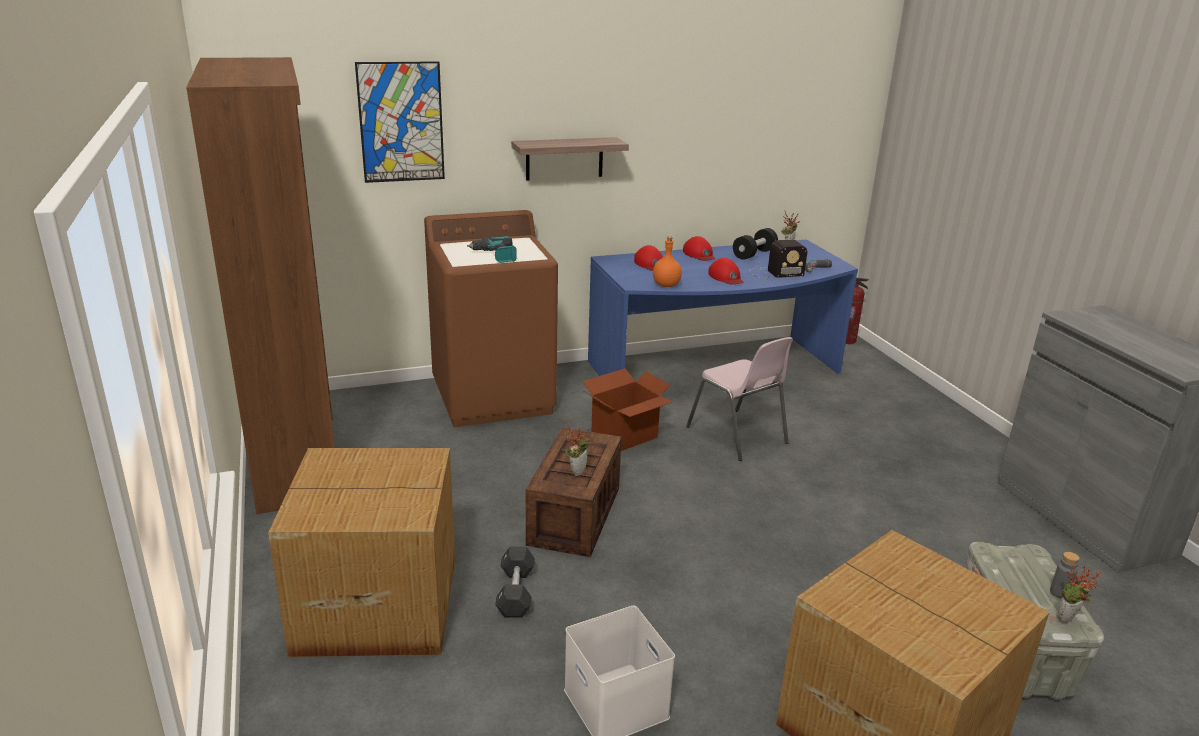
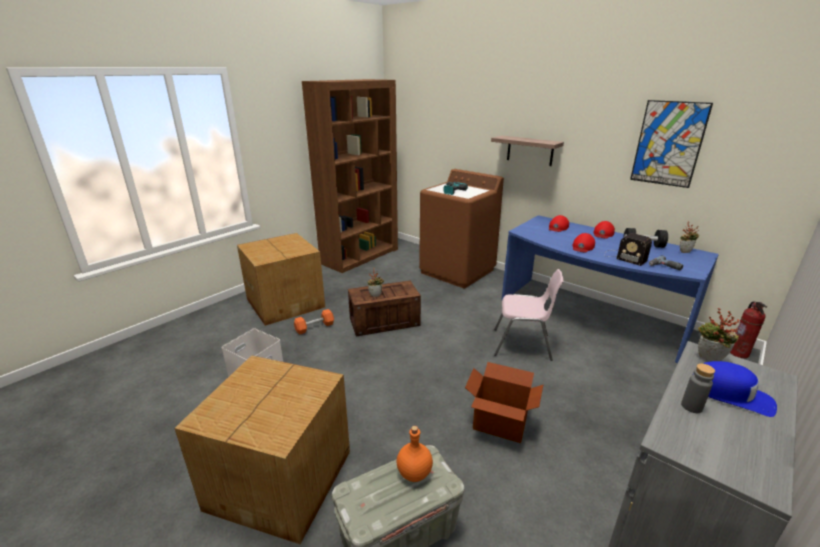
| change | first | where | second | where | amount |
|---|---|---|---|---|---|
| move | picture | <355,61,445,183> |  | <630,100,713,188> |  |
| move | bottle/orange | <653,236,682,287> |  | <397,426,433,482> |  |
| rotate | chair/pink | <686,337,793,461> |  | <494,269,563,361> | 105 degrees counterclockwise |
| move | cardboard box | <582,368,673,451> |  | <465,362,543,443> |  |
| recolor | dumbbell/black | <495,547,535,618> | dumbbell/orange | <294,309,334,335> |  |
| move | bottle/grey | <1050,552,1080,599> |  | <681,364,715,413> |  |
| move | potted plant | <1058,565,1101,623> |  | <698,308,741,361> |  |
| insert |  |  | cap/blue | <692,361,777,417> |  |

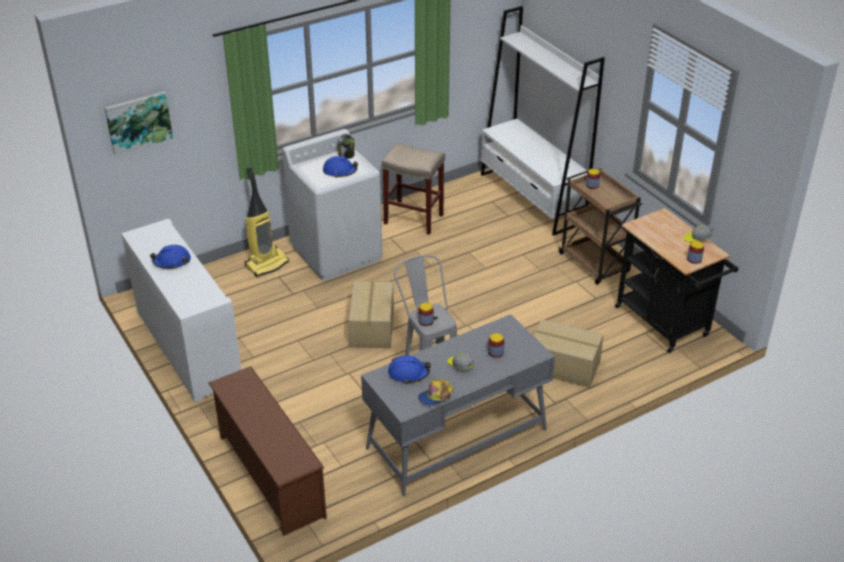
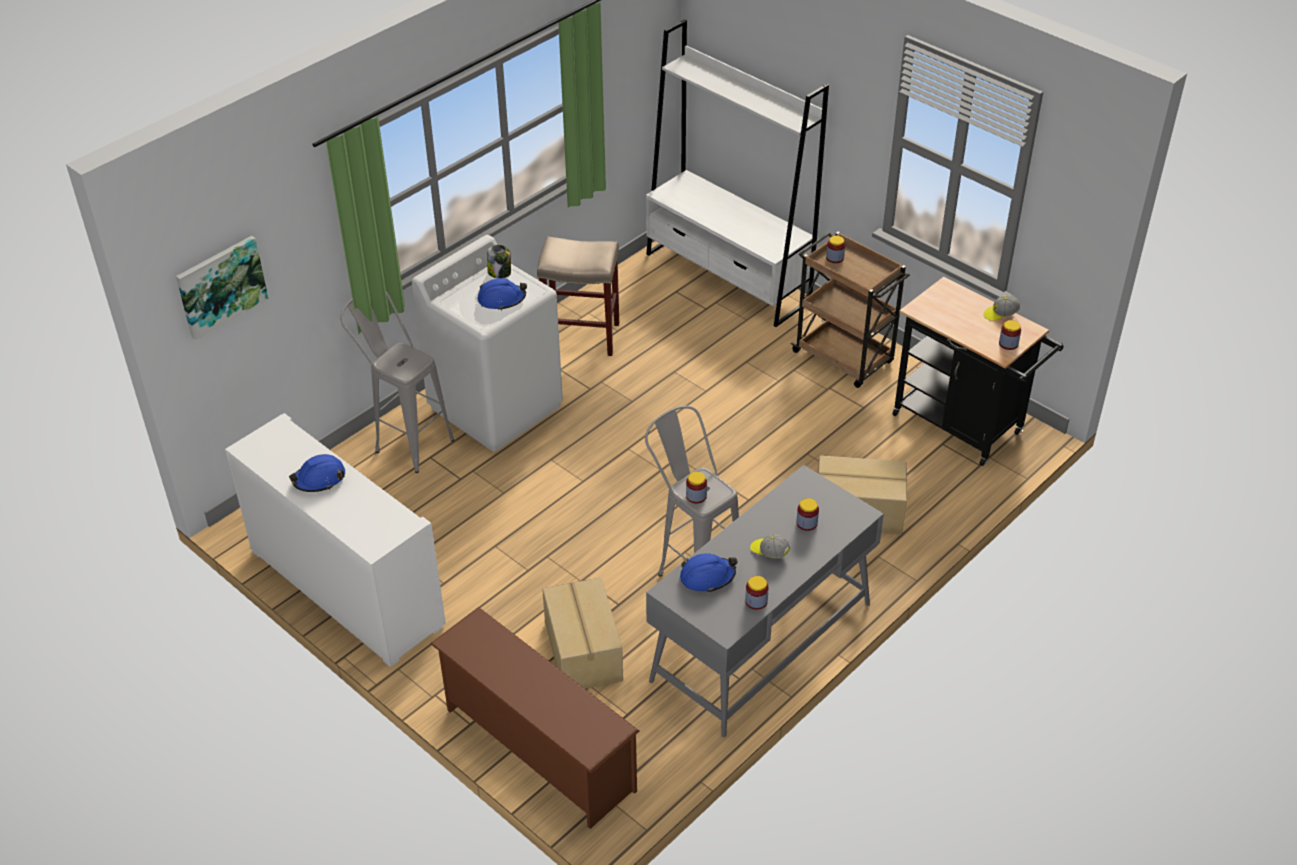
| change | first | where | second | where | amount |
|---|---|---|---|---|---|
| replace | vacuum cleaner | <245,167,289,277> | stool/grey | <340,292,454,473> |  |
| move | cardboard box | <349,281,394,348> |  | <542,577,623,689> |  |
| replace | cap | <418,379,454,406> | jar | <745,576,769,610> |  |

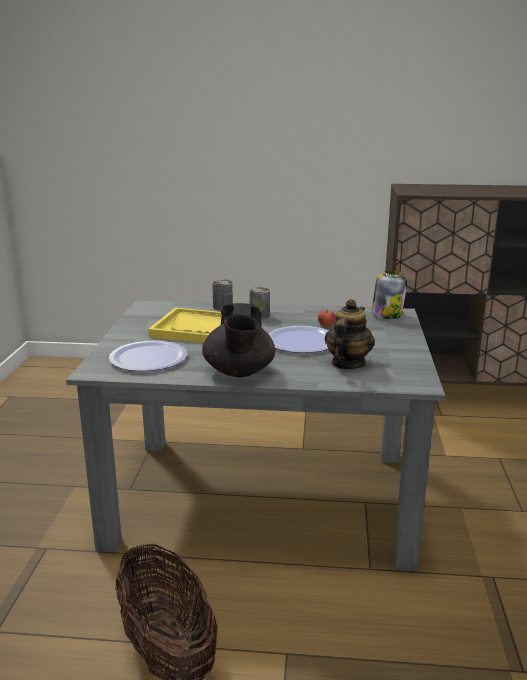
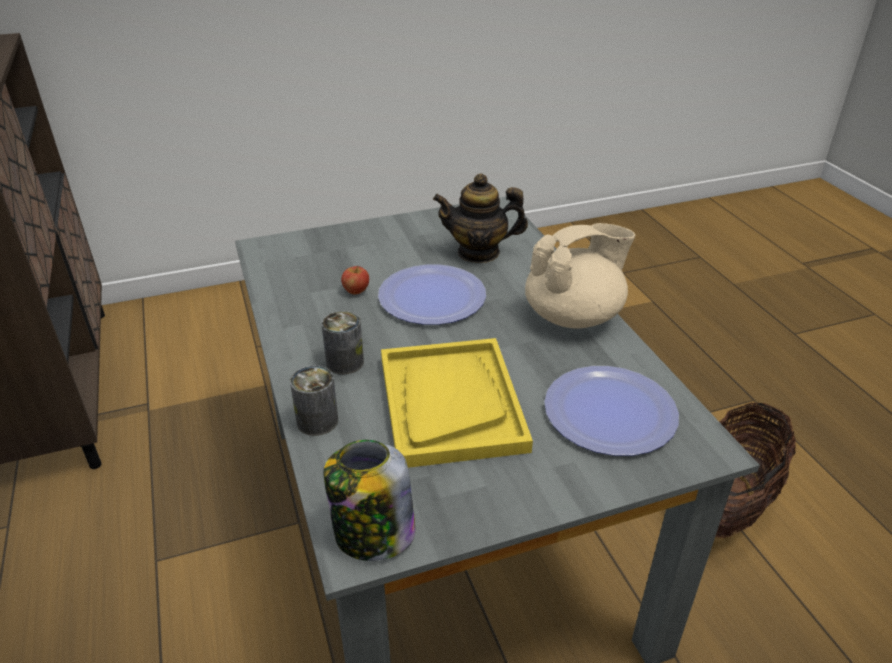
| change | first | where | second | where | amount |
|---|---|---|---|---|---|
| move | jar | <372,270,407,319> |  | <324,440,415,561> |  |
| recolor | teapot/black | <202,303,275,377> | teapot/beige | <525,223,635,328> |  |

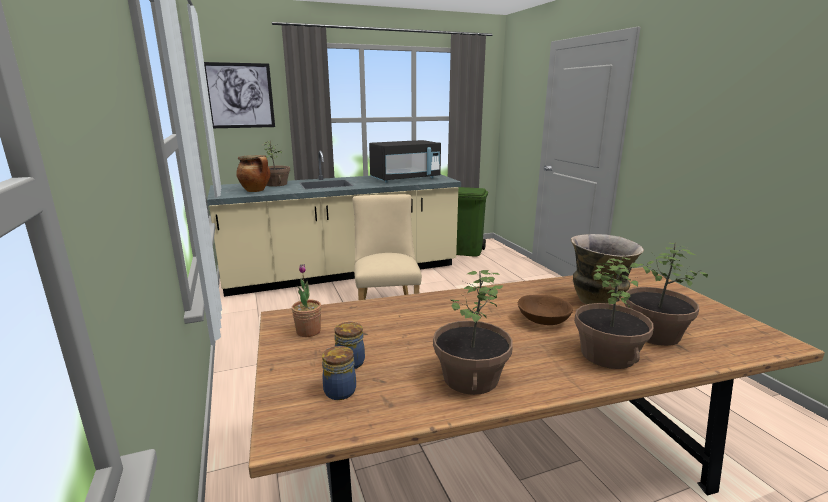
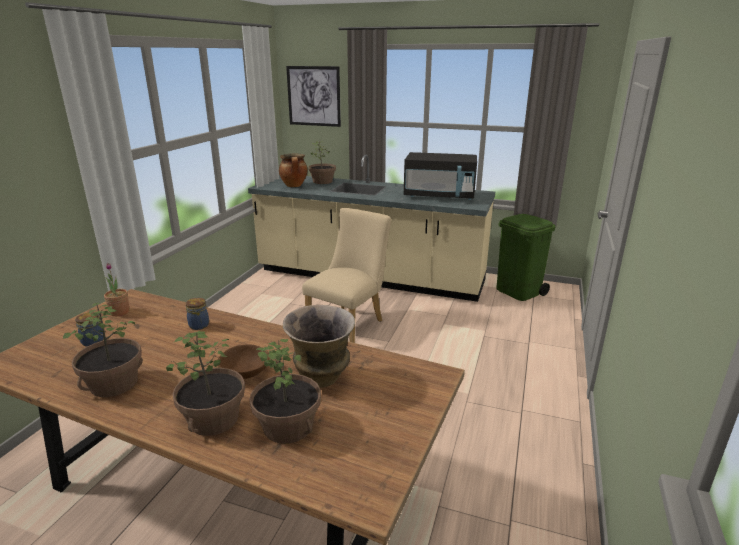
| change | first | where | second | where | amount |
|---|---|---|---|---|---|
| move | jar | <322,346,356,400> |  | <185,298,209,330> |  |

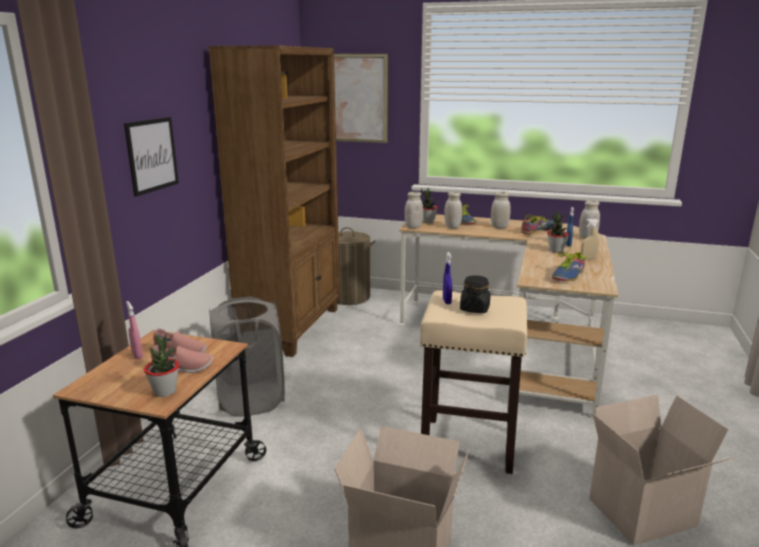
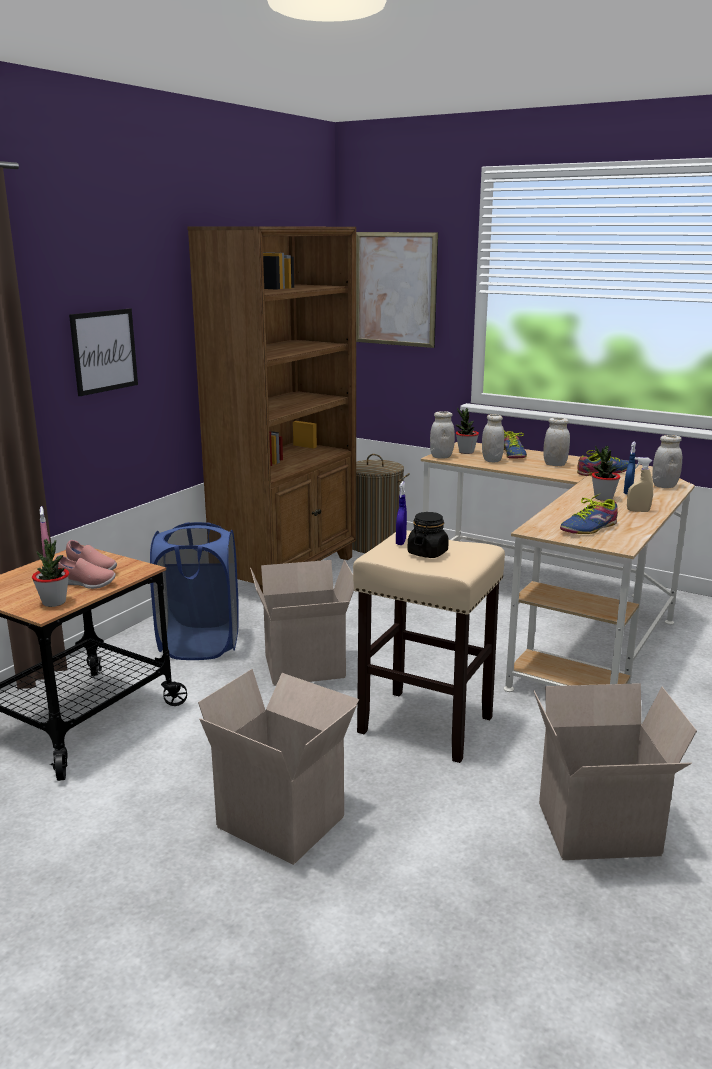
| change | first | where | second | where | amount |
|---|---|---|---|---|---|
| recolor | laundry basket/grey | <209,297,285,417> | laundry basket/blue | <150,522,239,660> |  |
| insert |  |  | cardboard box | <250,560,354,686> |  |

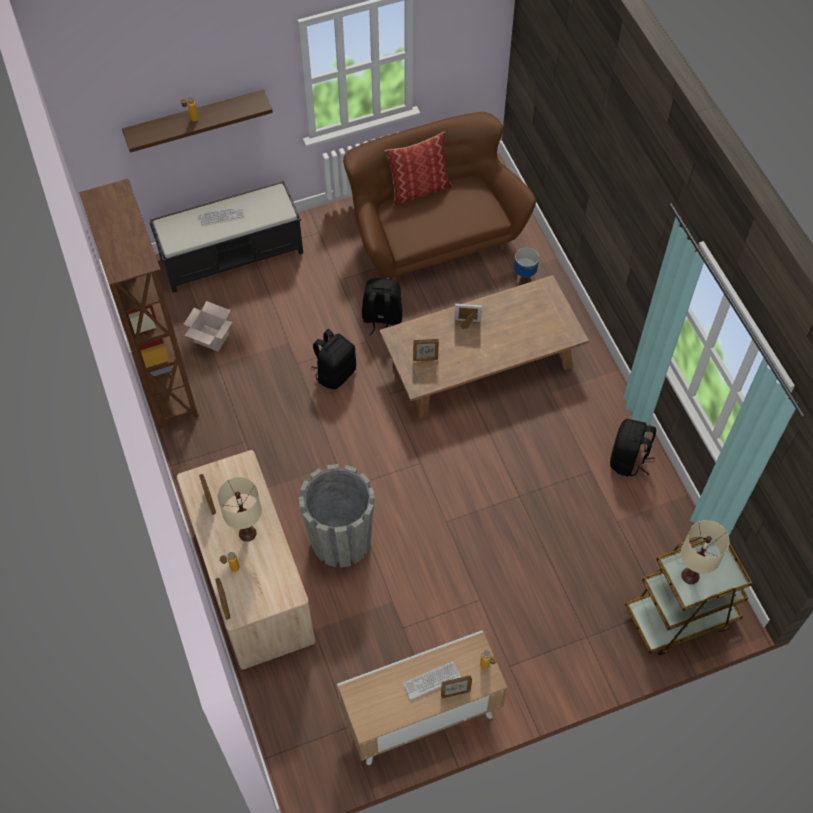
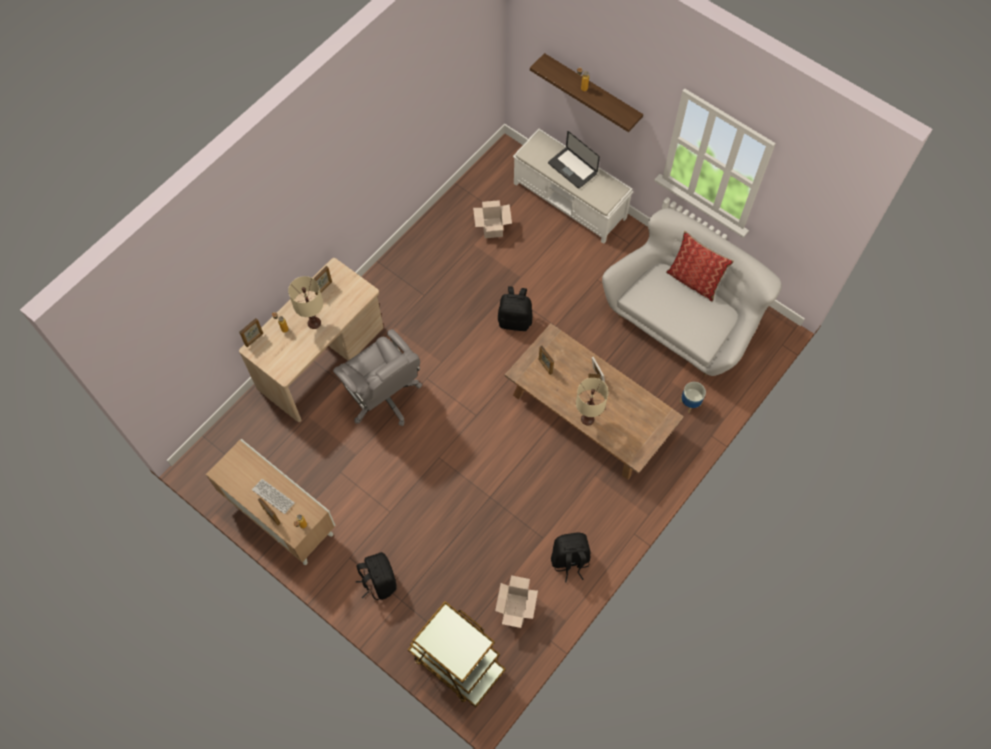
| change | first | where | second | where | amount |
|---|---|---|---|---|---|
| recolor | sofa/brown | <343,112,536,281> | sofa/white | <602,208,782,376> |  |
| delete | bookcase/brown | <79,179,198,429> |  |  |  |
| recolor | bench/black | <150,181,303,293> | bench/white | <513,129,633,244> |  |
| replace | keyboard | <199,205,245,226> | laptop | <548,131,600,189> |  |
| move | backpack/black | <362,278,403,336> |  | <356,552,397,600> |  |
| replace | planter/grey | <299,464,375,568> | office chair/grey | <333,329,422,426> |  |
| move | table lamp/beige | <681,520,730,584> |  | <576,378,608,426> |  |
| insert |  |  | cardboard box | <495,575,538,628> |  |

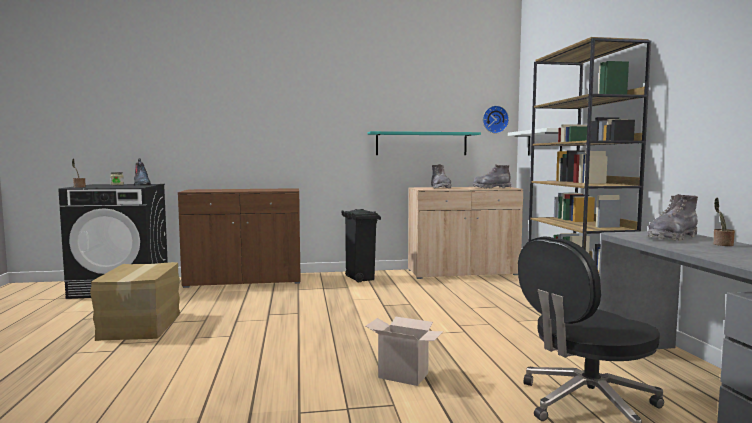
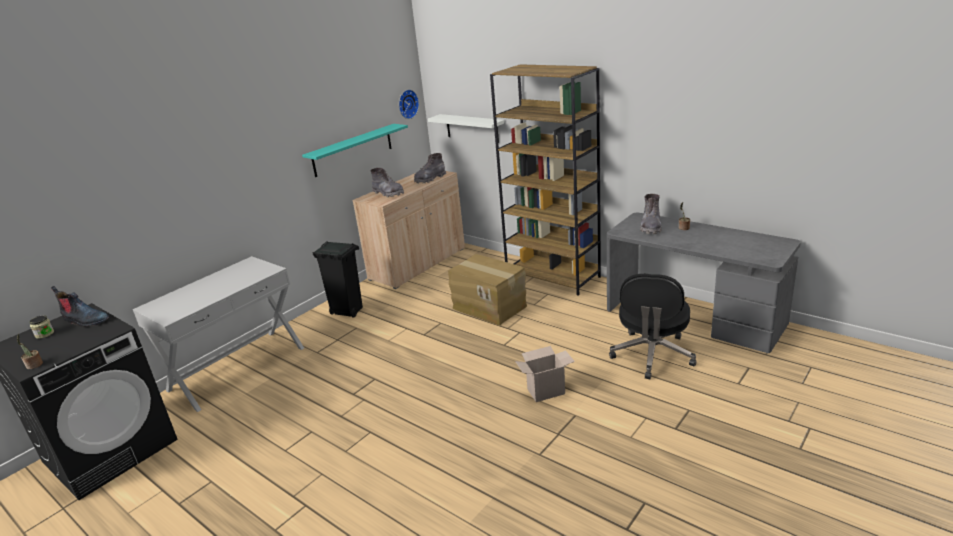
| change | first | where | second | where | amount |
|---|---|---|---|---|---|
| replace | cabinet/brown | <178,188,301,288> | console table/white | <133,256,304,412> |  |
| move | cardboard box | <90,262,180,341> |  | <448,254,527,326> |  |

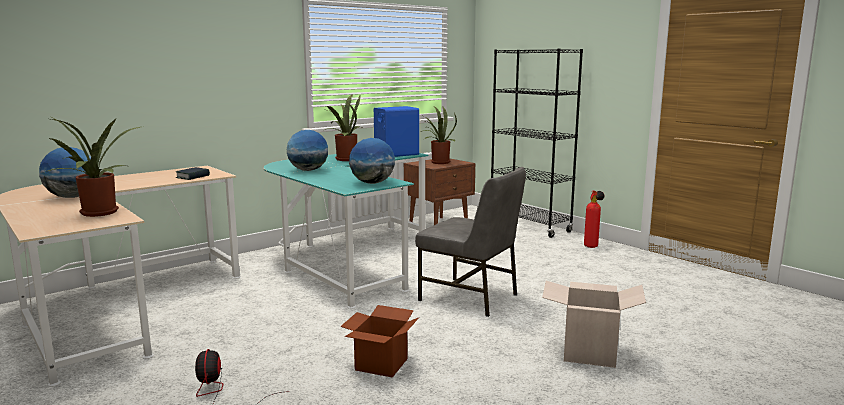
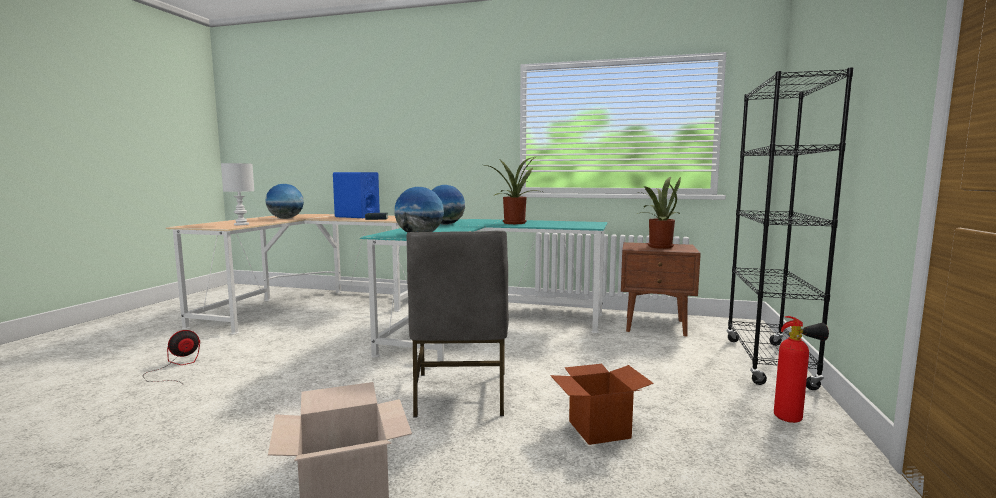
| change | first | where | second | where | amount |
|---|---|---|---|---|---|
| move | speaker/blue | <374,106,419,157> |  | <333,172,380,218> |  |
| replace | potted plant | <46,118,140,217> | table lamp/white | <221,163,254,225> |  |
| move | cardboard box | <340,305,419,378> |  | <550,364,654,445> |  |

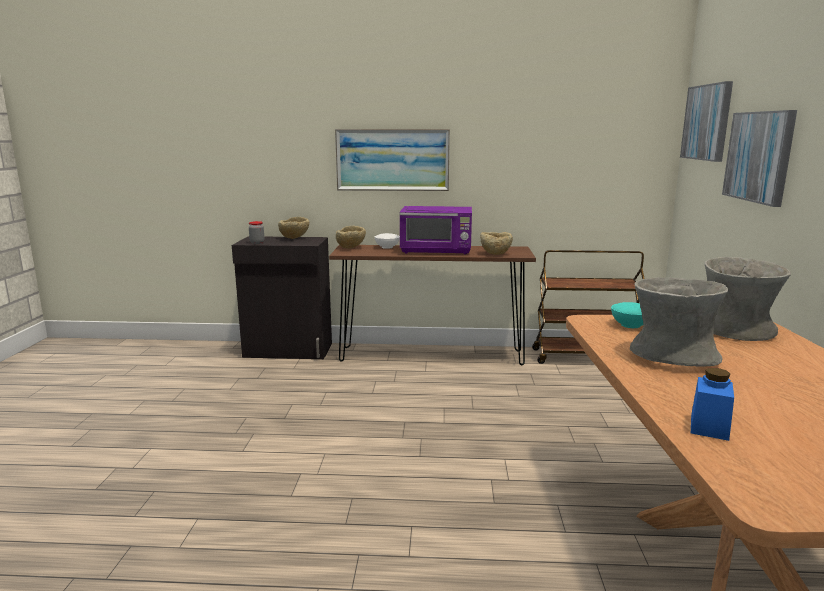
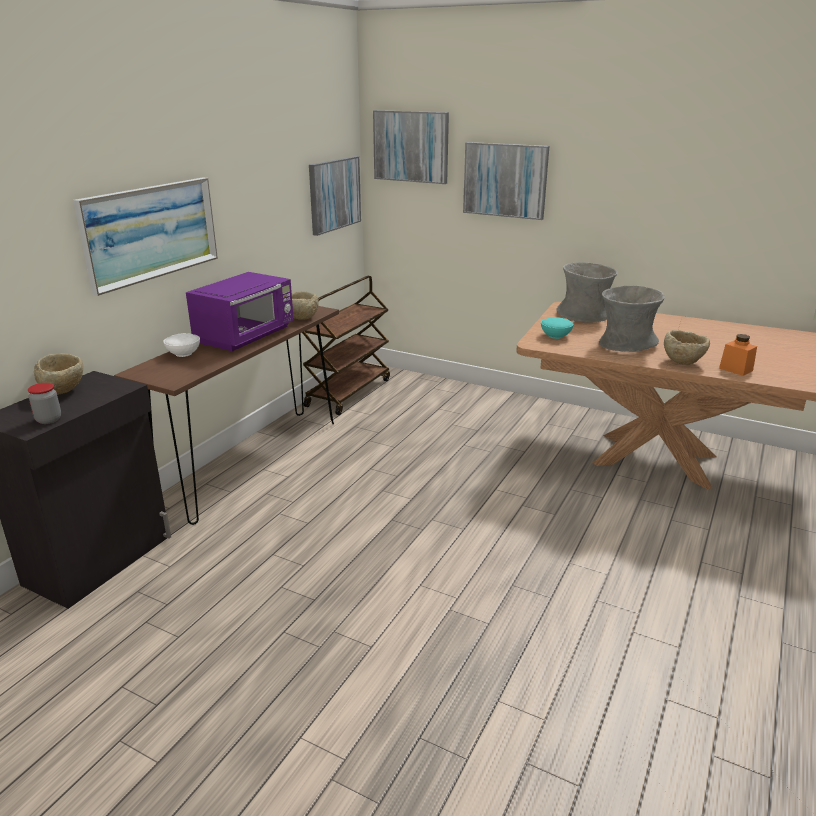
| change | first | where | second | where | amount |
|---|---|---|---|---|---|
| move | bowl/beige | <336,226,366,249> |  | <664,330,710,365> |  |
| recolor | jar/blue | <691,368,734,441> | jar/orange | <719,334,757,376> |  |
| insert |  |  | picture | <309,156,361,236> |  |

